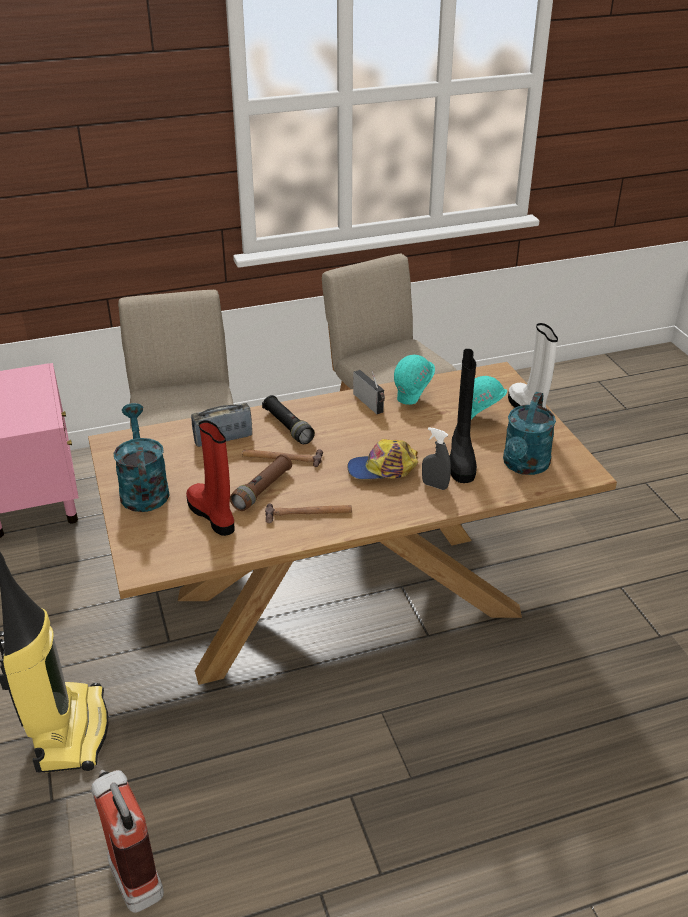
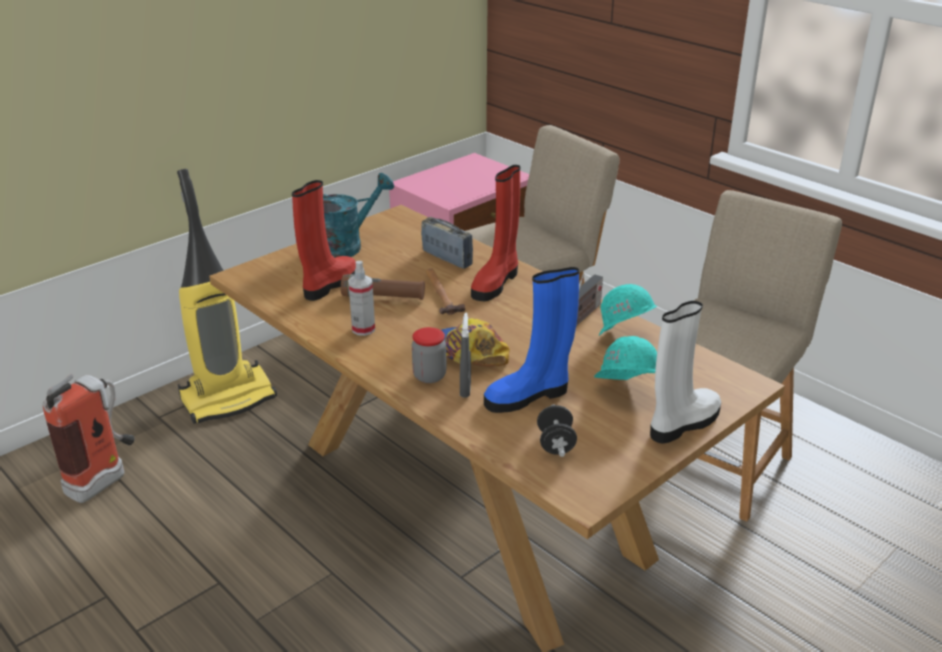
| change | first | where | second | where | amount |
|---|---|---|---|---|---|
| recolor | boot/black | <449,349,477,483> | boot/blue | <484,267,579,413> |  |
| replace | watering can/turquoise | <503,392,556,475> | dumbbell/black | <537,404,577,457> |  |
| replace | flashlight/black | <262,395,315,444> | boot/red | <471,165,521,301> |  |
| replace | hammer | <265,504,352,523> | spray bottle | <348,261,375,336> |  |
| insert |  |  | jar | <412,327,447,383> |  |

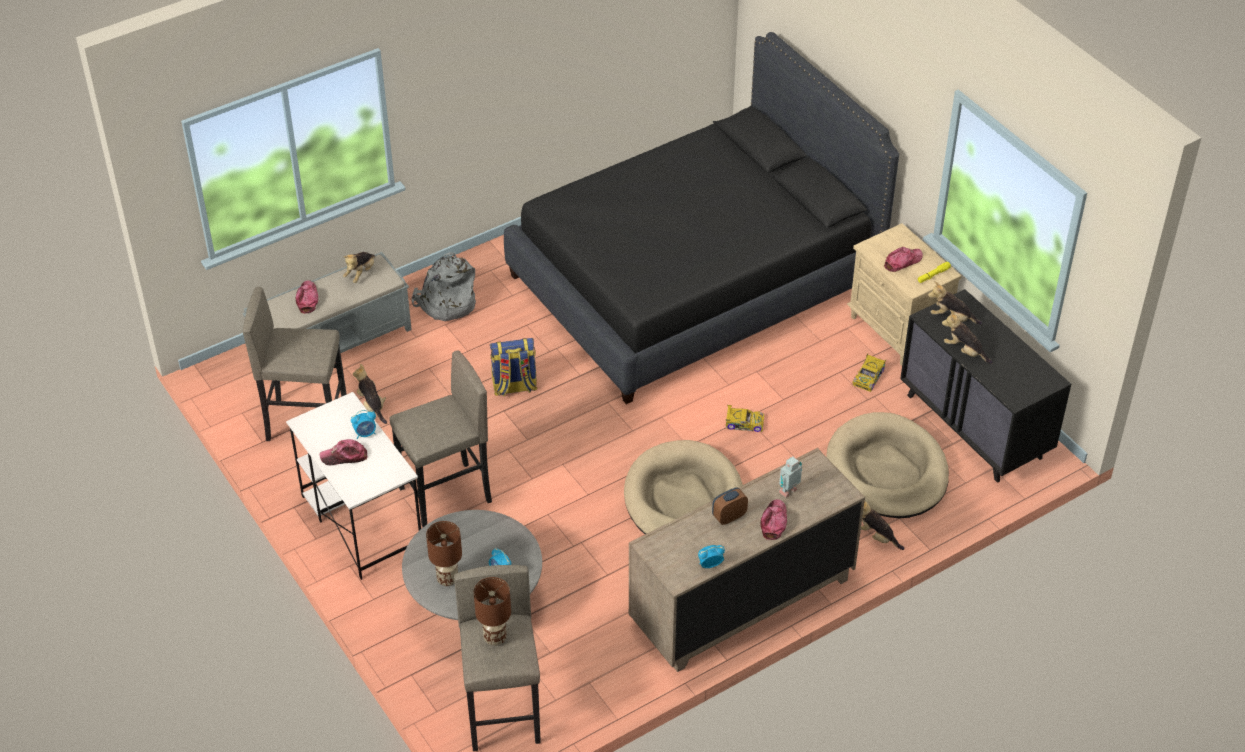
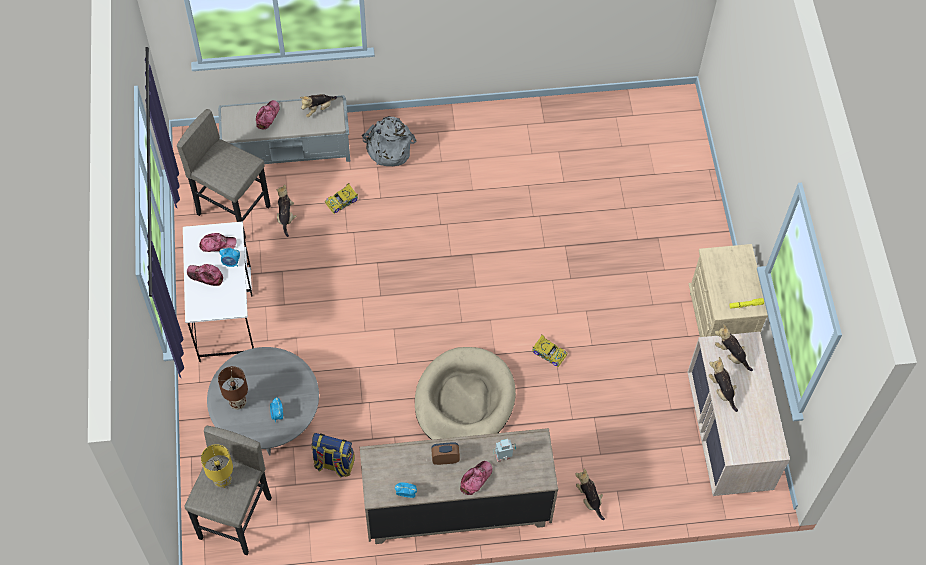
| change | first | where | second | where | amount |
|---|---|---|---|---|---|
| delete | bed/black | <504,32,899,404> |  |  |  |
| move | cap | <884,247,923,272> |  | <199,233,237,252> |  |
| recolor | dresser/black | <900,289,1071,483> | dresser/beige | <687,332,790,496> |  |
| move | backpack | <490,338,537,396> |  | <311,433,355,478> |  |
| delete | stool/grey | <389,351,492,527> |  |  |  |
| move | toy car | <852,354,886,392> |  | <325,183,358,214> |  |
| delete | dog bed/beige | <826,412,949,518> |  |  |  |
| recolor | table lamp/brown | <474,577,511,646> | table lamp/yellow | <201,444,233,488> |  |

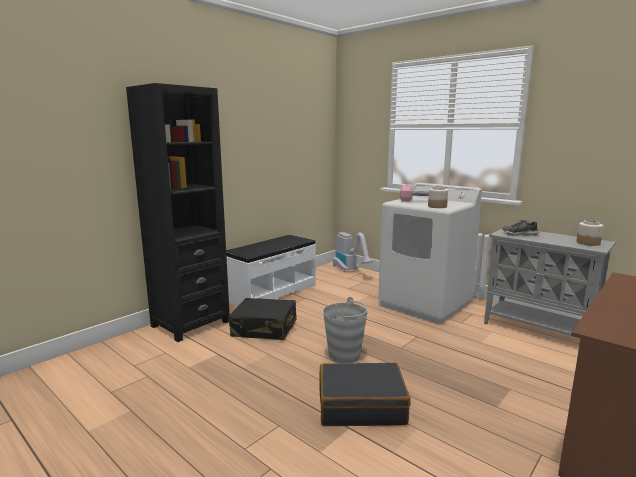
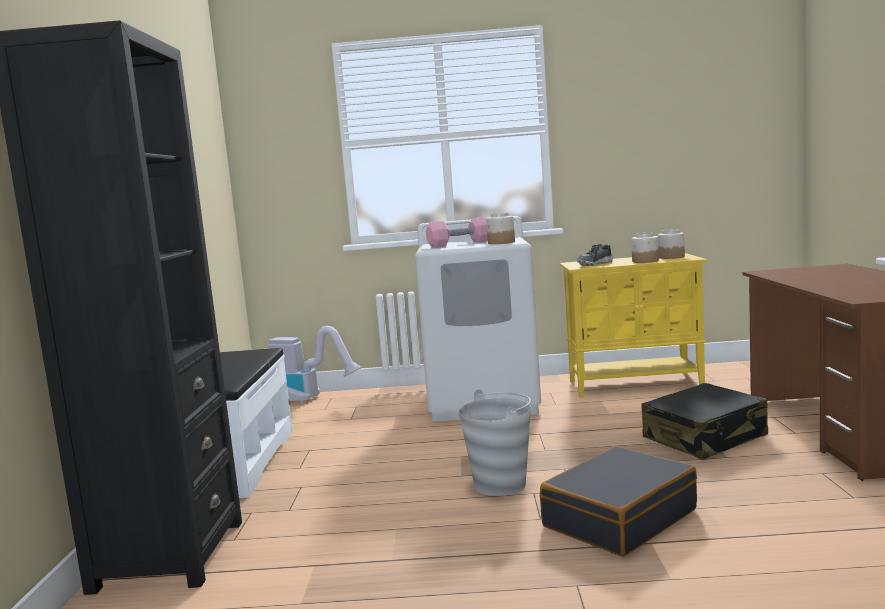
| change | first | where | second | where | amount |
|---|---|---|---|---|---|
| recolor | cabinet/grey | <484,229,616,335> | cabinet/yellow | <560,253,707,397> |  |
| move | suitcase/black | <229,298,297,340> |  | <642,383,768,460> |  |
| insert |  |  | jar | <631,233,659,263> |  |

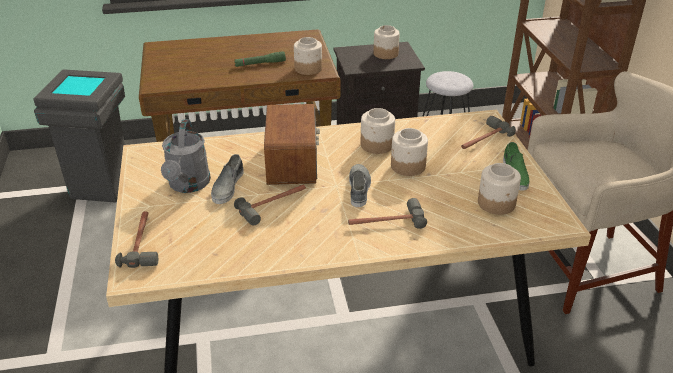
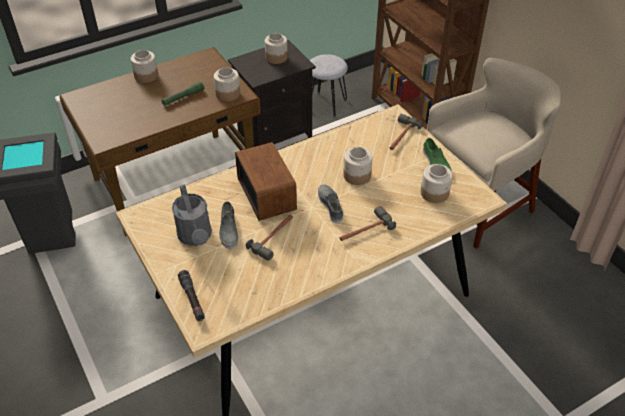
| change | first | where | second | where | amount |
|---|---|---|---|---|---|
| move | jar | <361,108,395,154> |  | <131,50,158,83> |  |
| replace | hammer | <115,211,158,268> | flashlight/black | <178,270,205,321> |  |

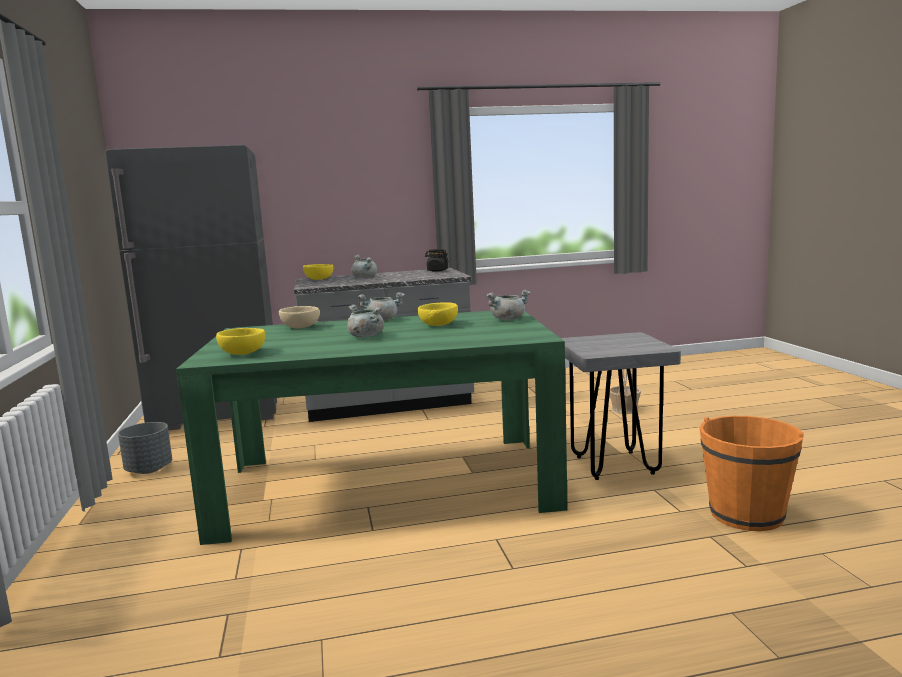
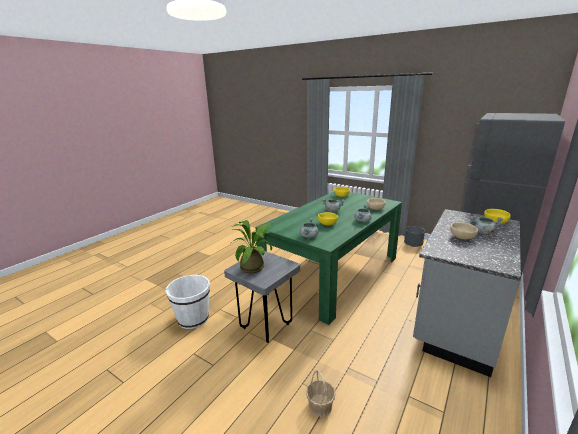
| change | first | where | second | where | amount |
|---|---|---|---|---|---|
| delete | jar/black | <425,249,449,272> |  |  |  |
| recolor | bucket/orange | <699,416,804,531> | bucket/white | <166,275,210,329> |  |
| insert |  |  | potted plant | <231,220,272,274> |  |
| insert |  |  | bowl/beige | <450,222,478,240> |  |

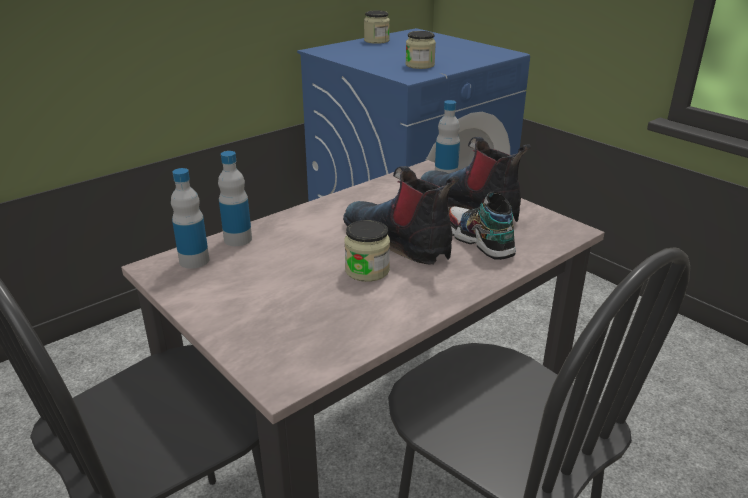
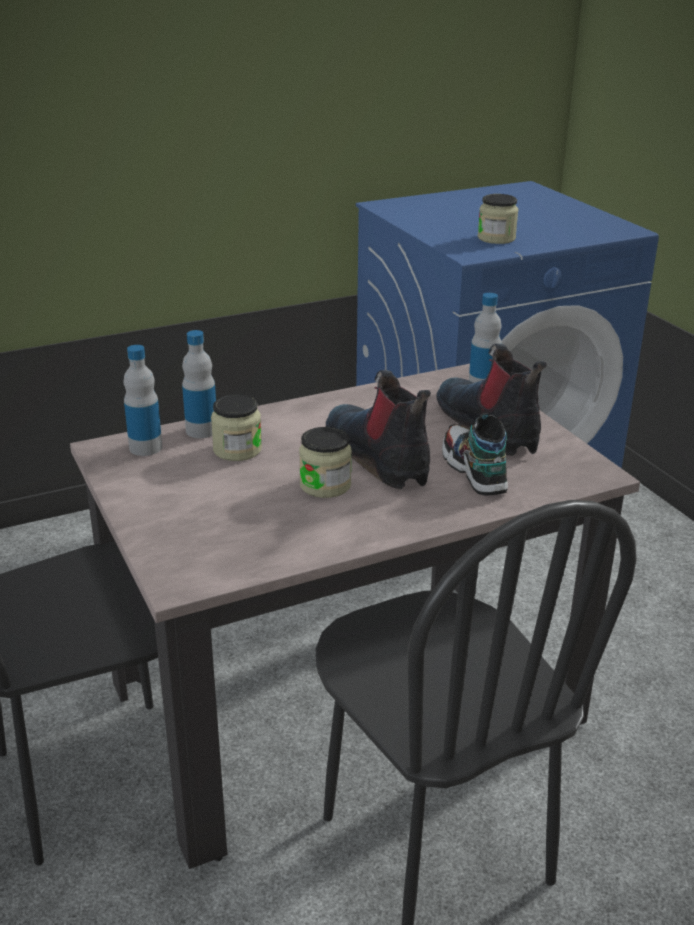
| change | first | where | second | where | amount |
|---|---|---|---|---|---|
| move | jar | <364,10,390,44> |  | <211,394,262,461> |  |

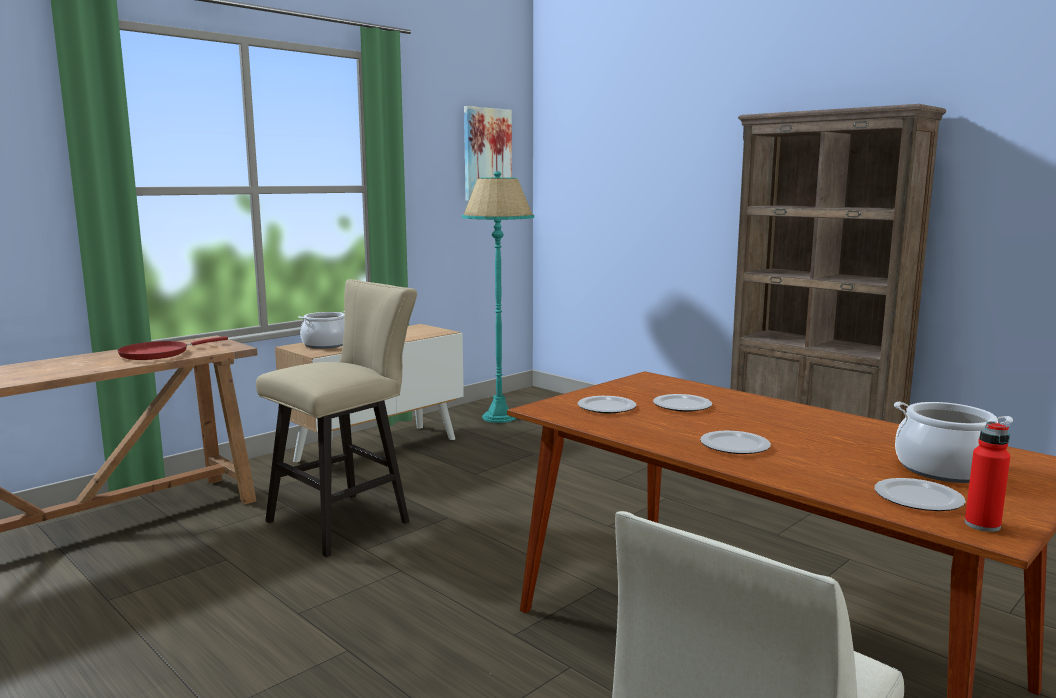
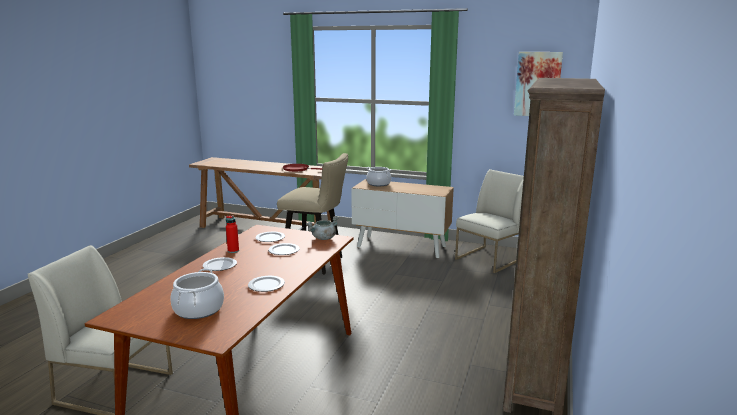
| change | first | where | second | where | amount |
|---|---|---|---|---|---|
| replace | floor lamp/turquoise | <462,171,534,423> | chair/white | <455,169,524,273> |  |
| move | bottle/red | <965,421,1010,532> |  | <226,215,239,253> |  |
| move | plate | <875,478,966,511> |  | <248,276,285,292> |  |
| insert |  |  | cooking pot/grey | <306,216,339,240> |  |

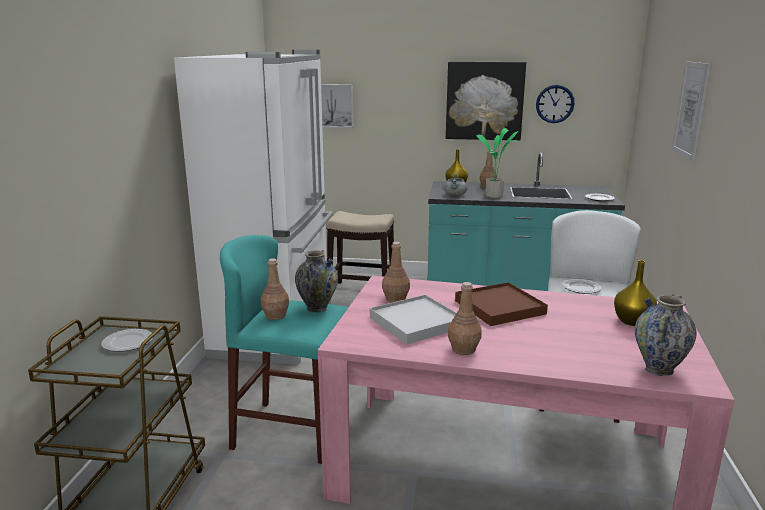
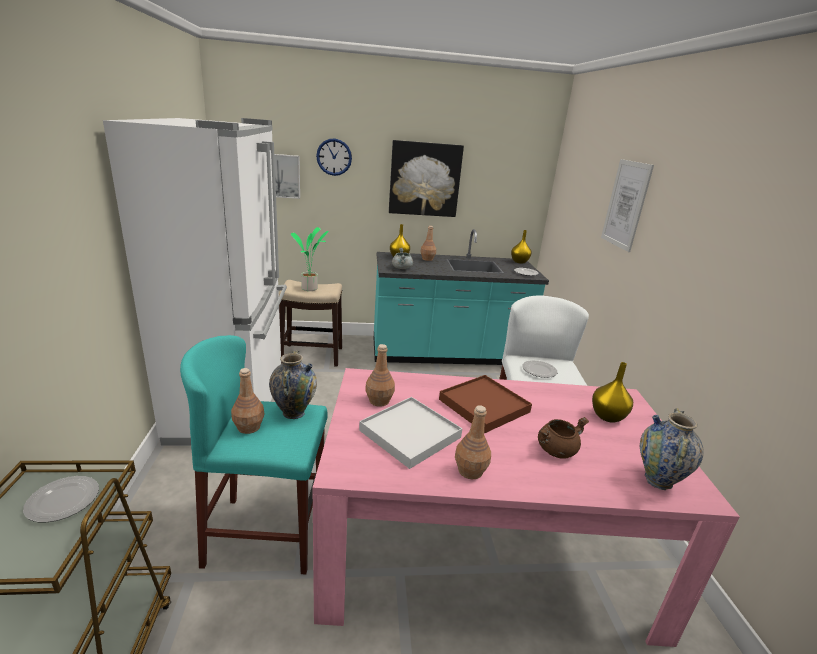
| change | first | where | second | where | amount |
|---|---|---|---|---|---|
| move | wall clock | <536,85,575,123> |  | <316,138,352,176> |  |
| move | potted plant | <477,128,518,198> |  | <291,227,329,291> |  |
| insert |  |  | vase/yellow | <511,230,531,264> |  |
| insert |  |  | cooking pot/brown | <538,417,589,459> |  |

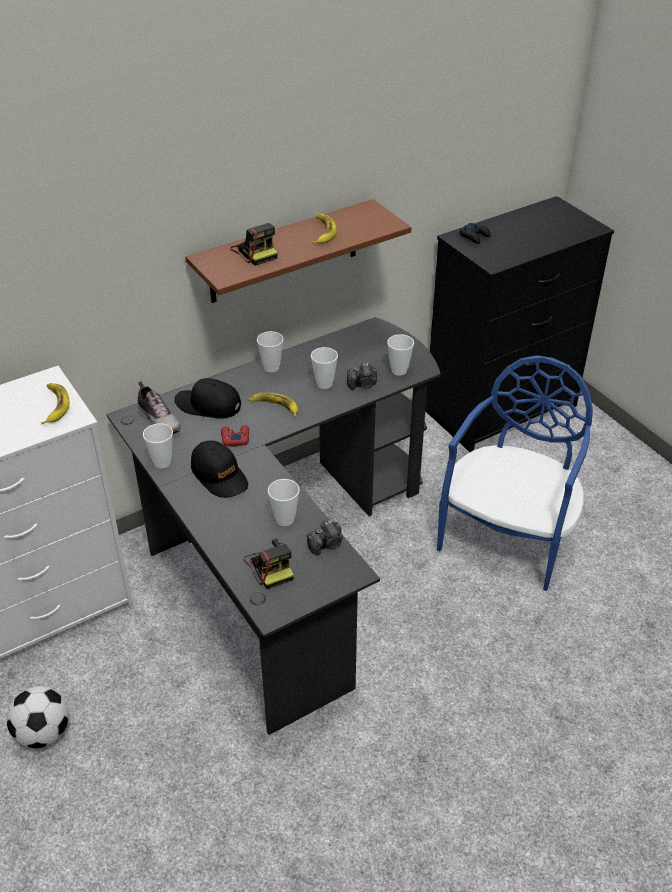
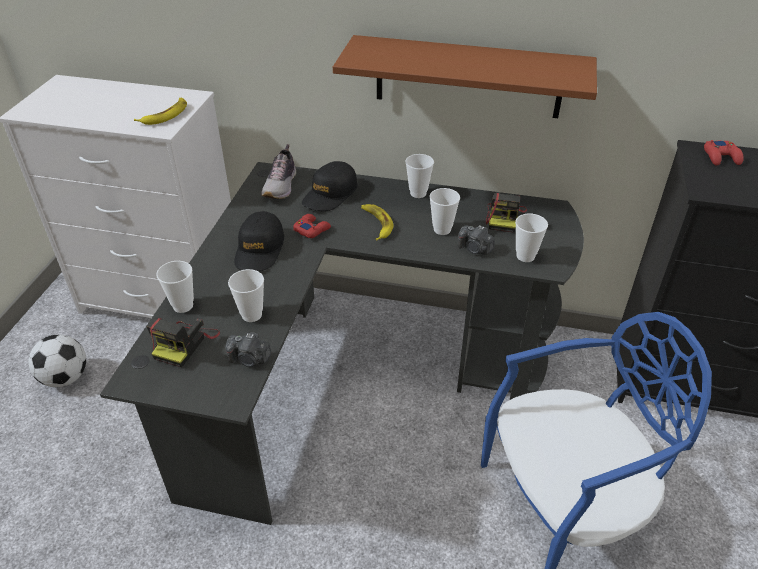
| change | first | where | second | where | amount |
|---|---|---|---|---|---|
| delete | banana | <312,214,337,244> |  |  |  |
| move | photo camera | <230,223,278,266> |  | <486,193,527,233> |  |
| recolor | game controller/black | <459,223,491,244> | game controller/red | <704,140,744,165> |  |
| rotate | cap/black | <174,378,241,419> |  | <302,161,357,211> | 120 degrees counterclockwise |
| move | cup | <143,423,173,468> |  | <156,261,194,313> |  |

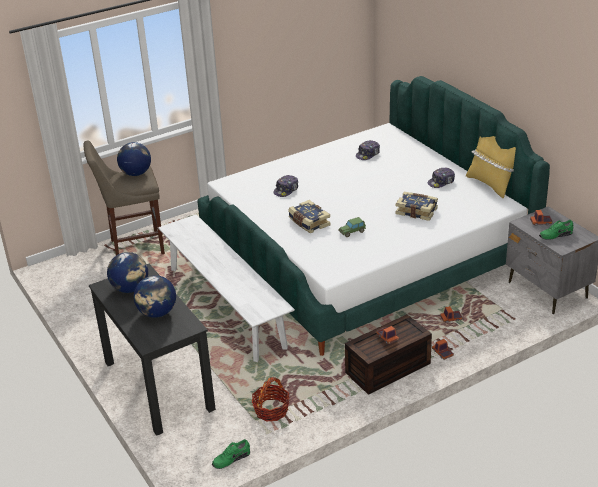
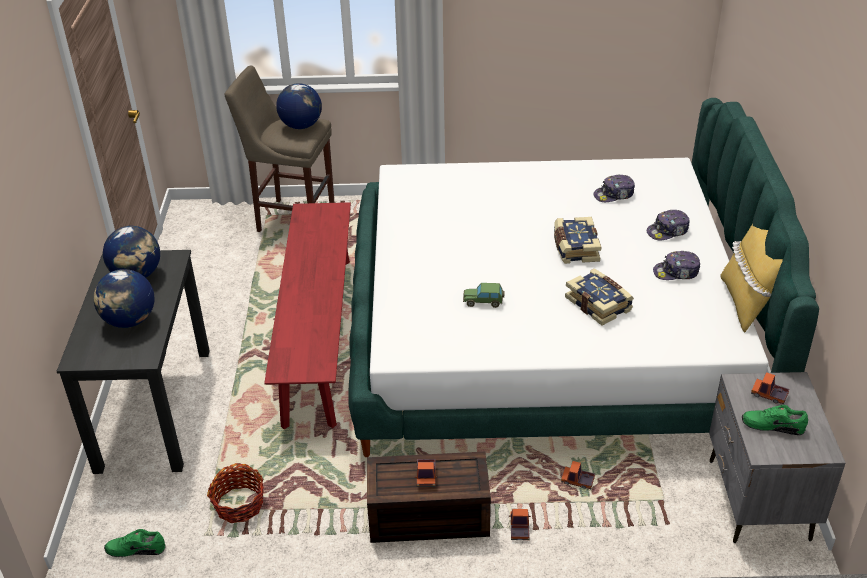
| change | first | where | second | where | amount |
|---|---|---|---|---|---|
| move | cap | <273,175,298,197> |  | <647,210,690,240> |  |
| move | book | <288,200,331,233> |  | <554,217,601,264> |  |
| recolor | bench/white | <158,214,295,362> | bench/red | <264,202,351,429> |  |

